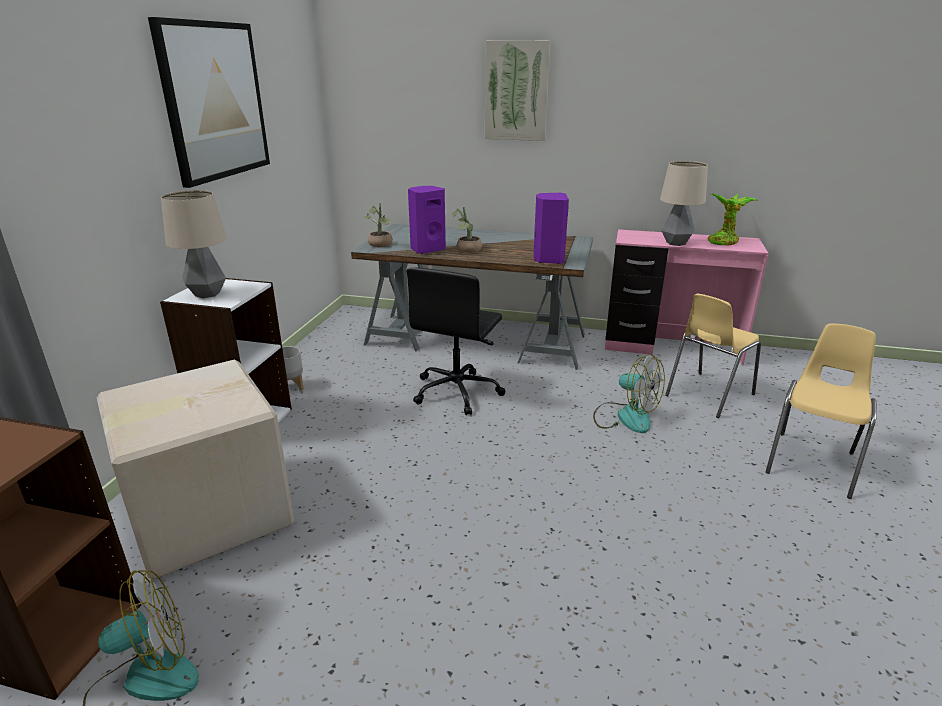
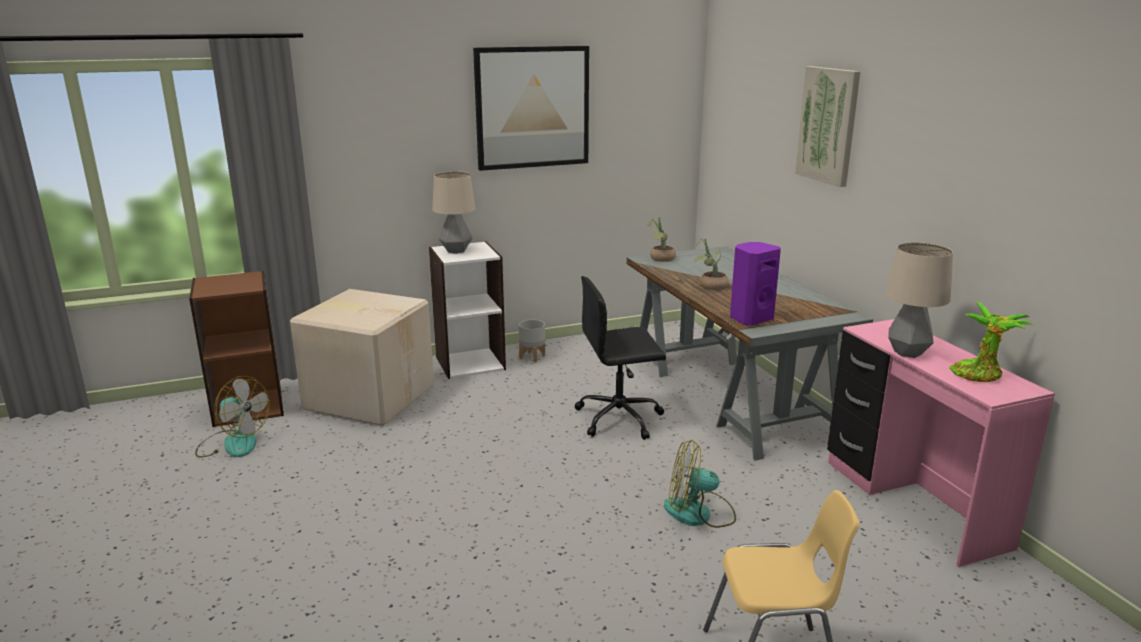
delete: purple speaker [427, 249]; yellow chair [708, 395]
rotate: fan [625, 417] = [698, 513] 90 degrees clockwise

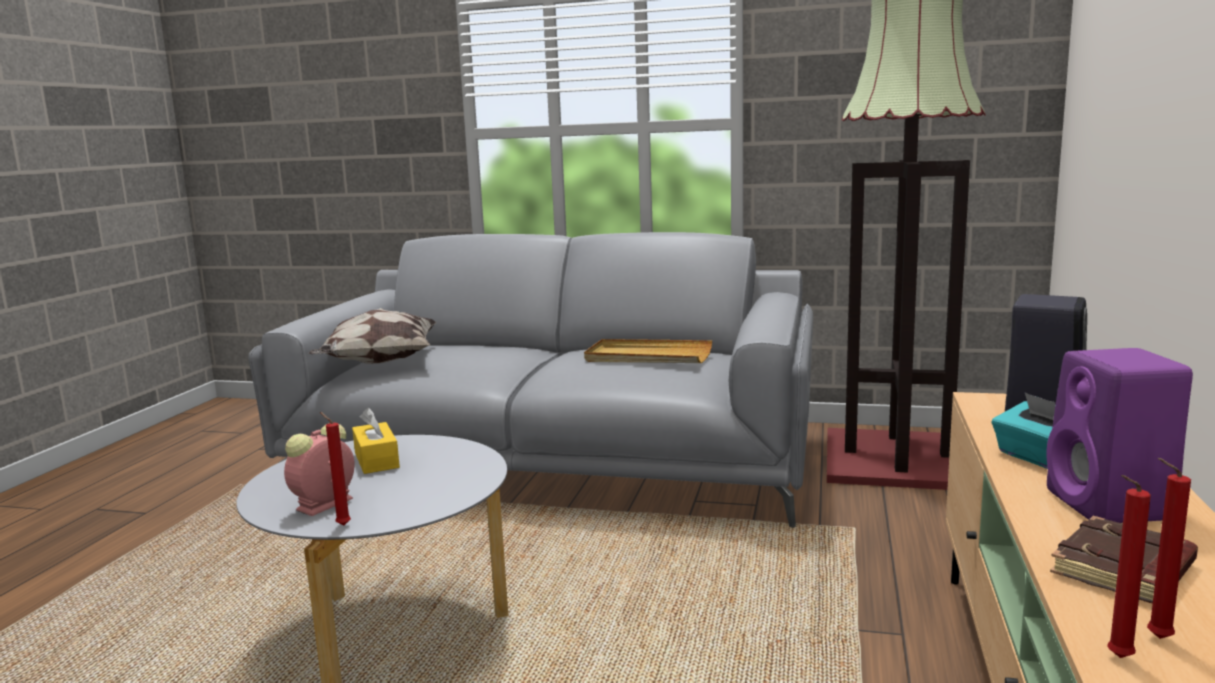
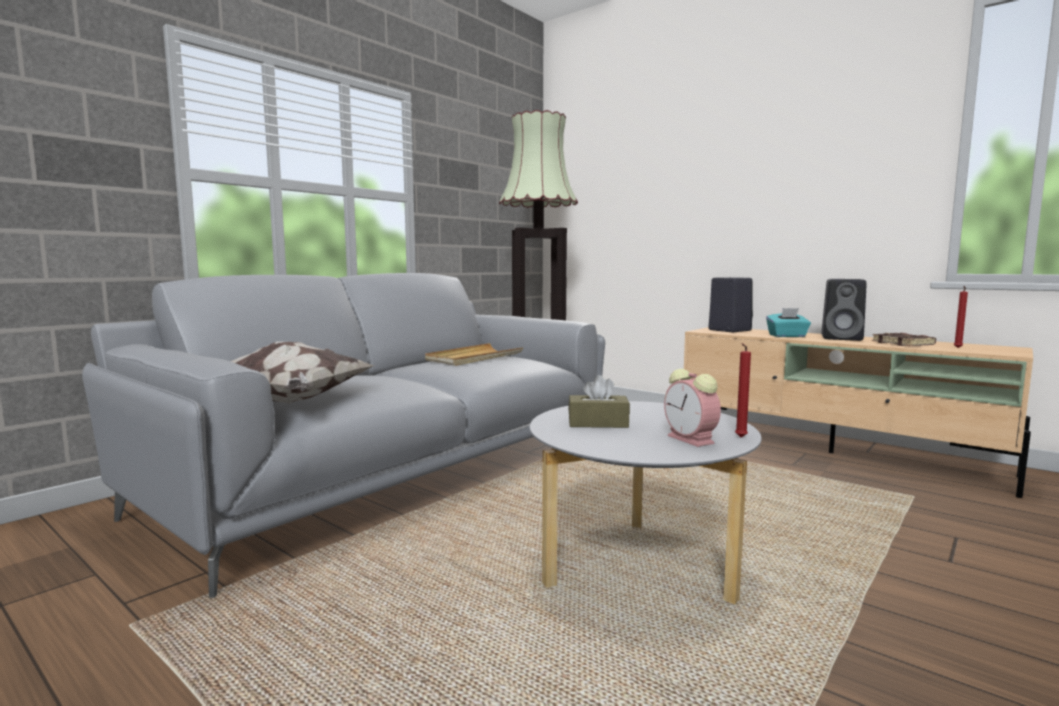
delete: red candle [1116, 658]
recolor: yellow tissue box [376, 460] to brown tissue box [598, 423]; purple speaker [1112, 506] to black speaker [843, 338]

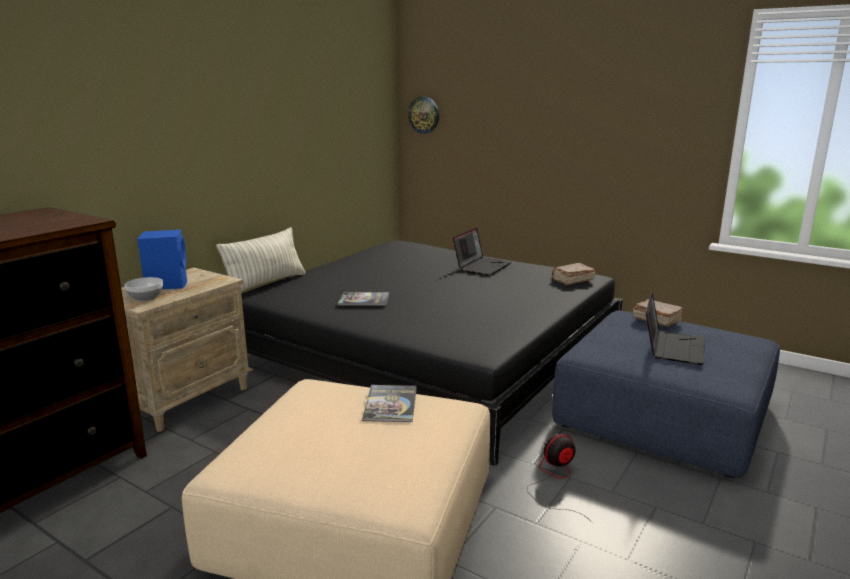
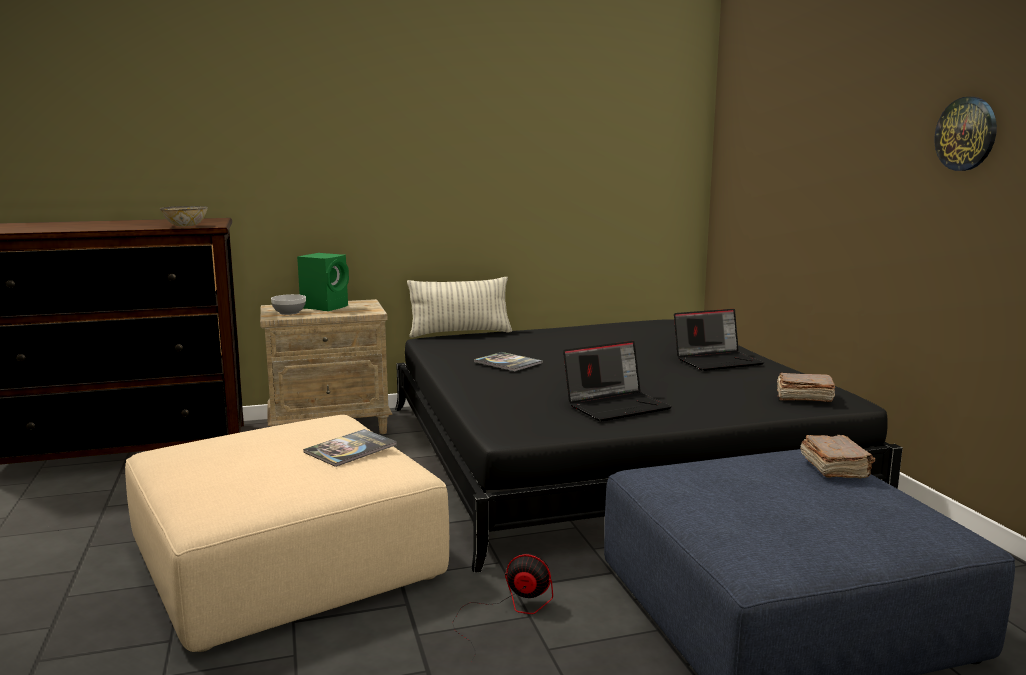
insert: bowl [185, 226]
move: laptop [672, 347] to [617, 405]; wall clock [424, 115] to [966, 134]
recolor: blue speaker [167, 284] to green speaker [326, 307]

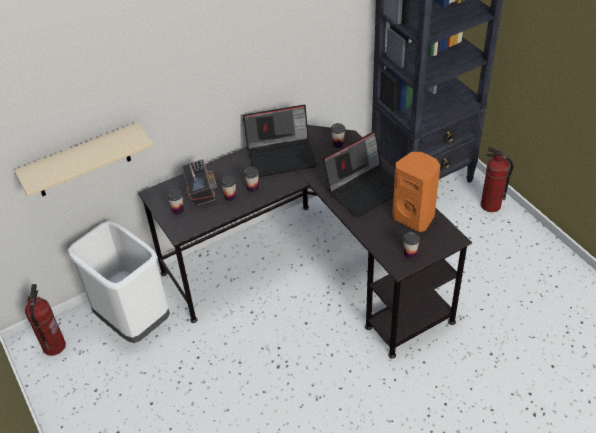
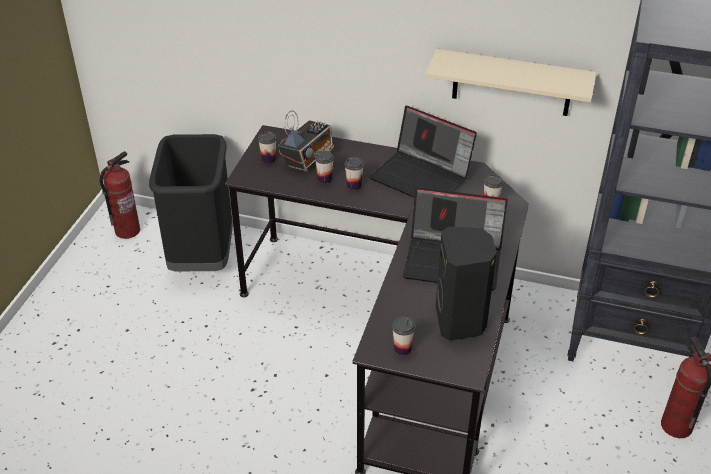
move: beige shelf [82, 161] to [512, 83]
recolor: white trash can [134, 320] to black trash can [202, 257]; orange speaker [414, 217] to black speaker [461, 321]

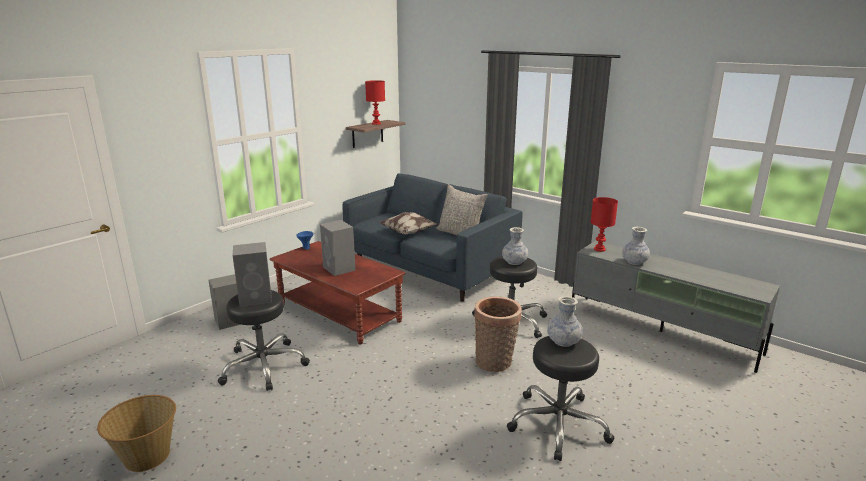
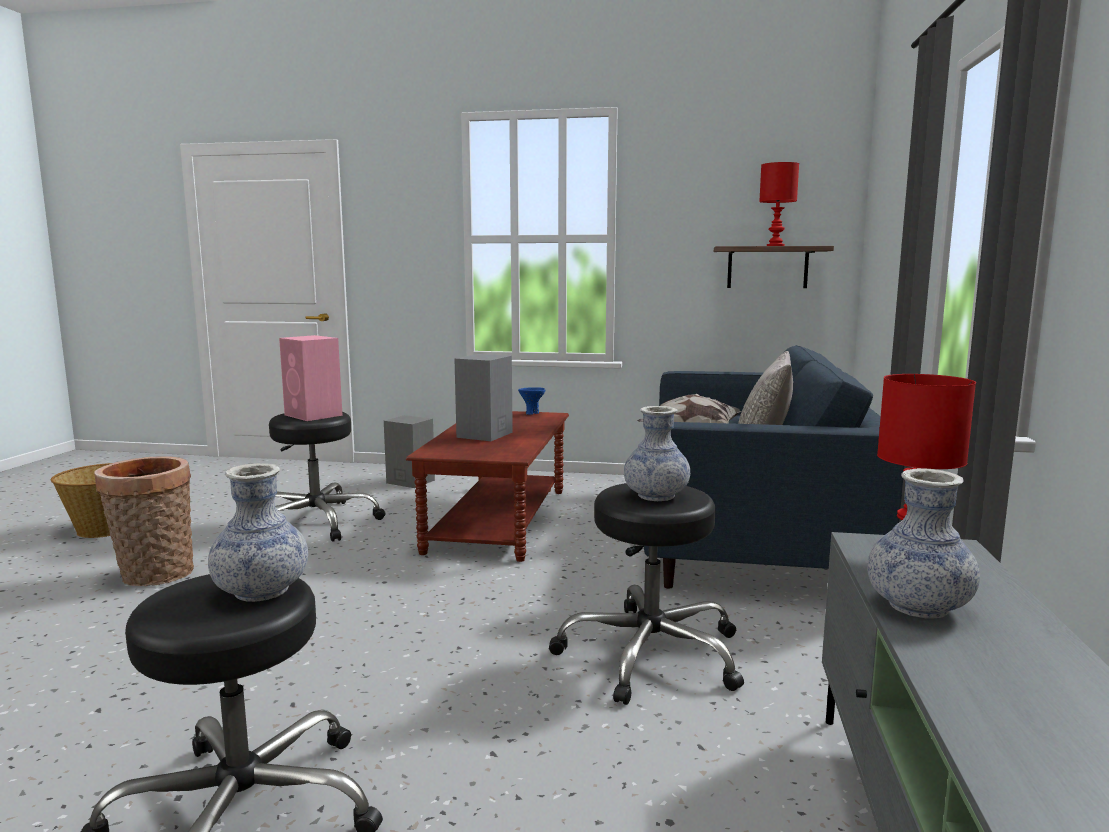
move: basket [495, 363] to [154, 576]
recolor: grey speaker [256, 298] to pink speaker [314, 415]

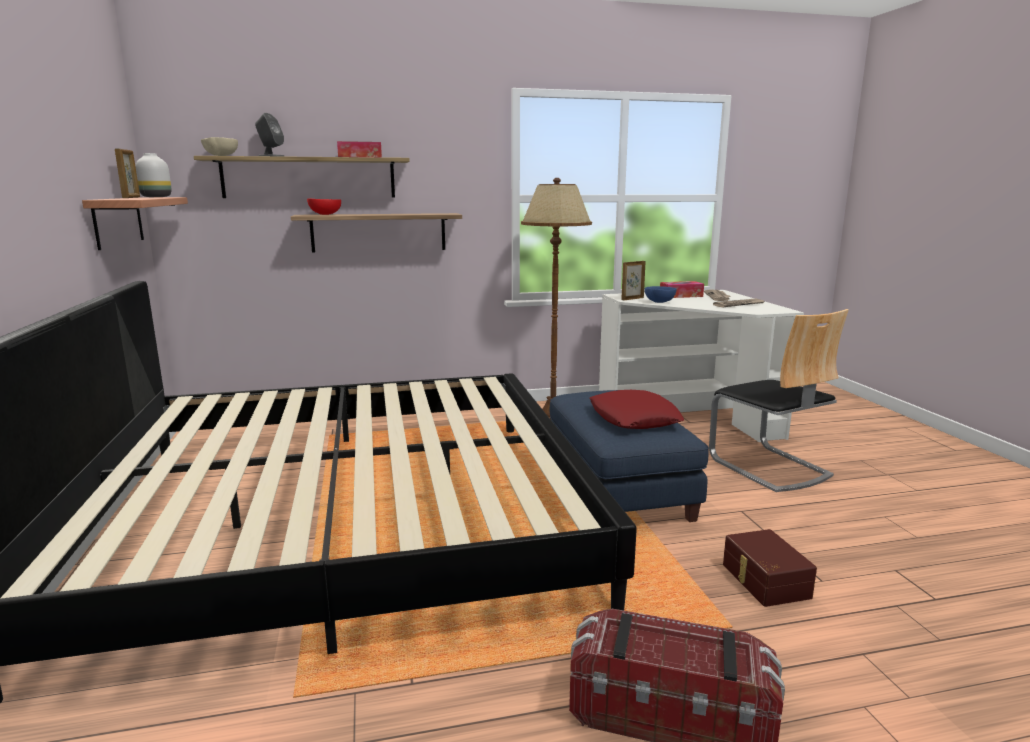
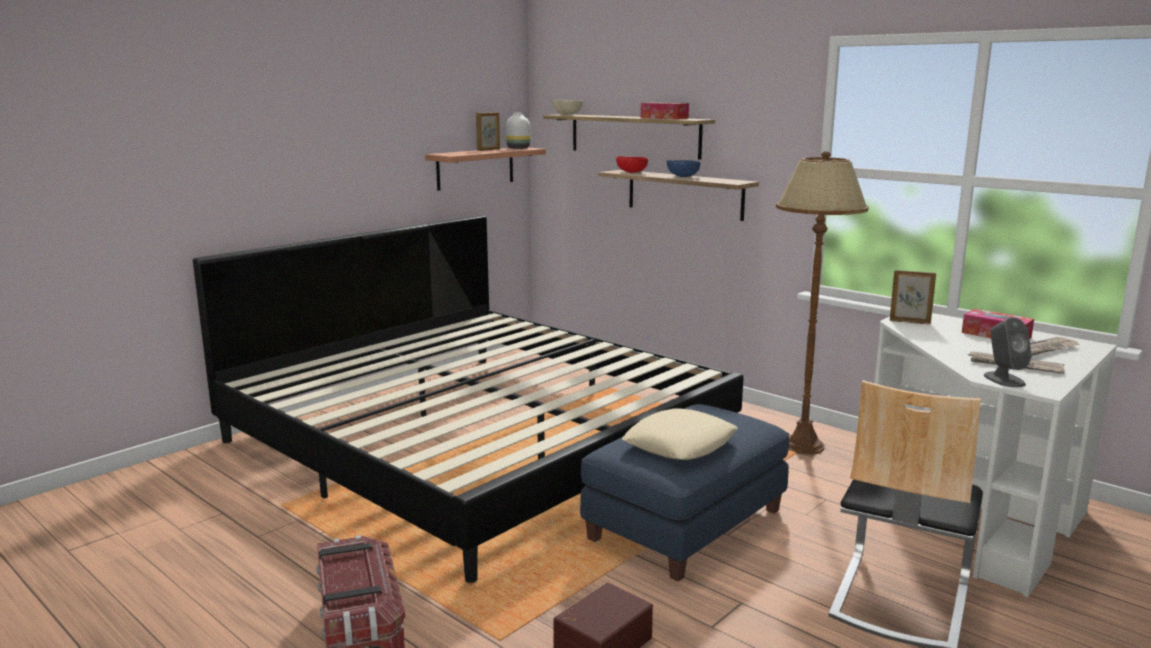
move: blue bowl [658, 302] to [682, 176]; grey speaker [271, 156] to [1003, 379]
recolor: red pillow [633, 418] to beige pillow [680, 444]

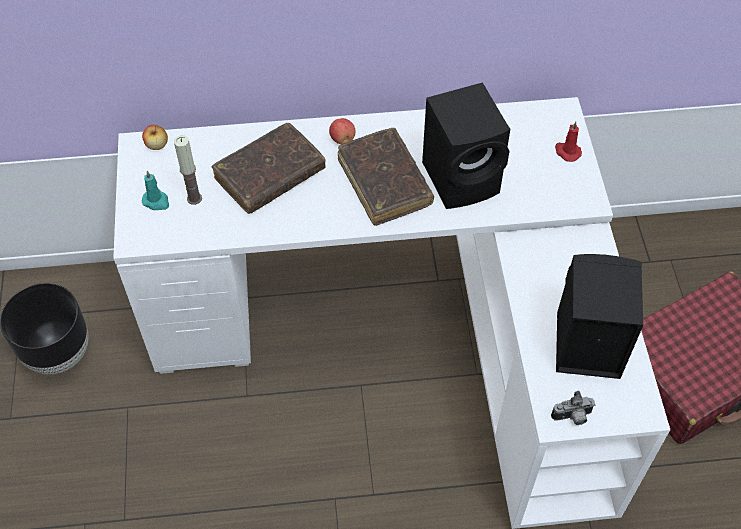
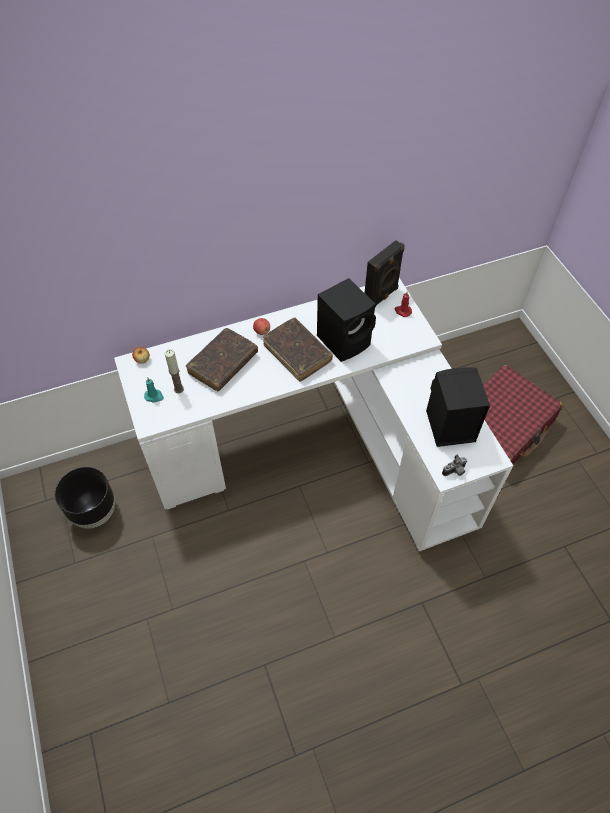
insert: black speaker [381, 297]

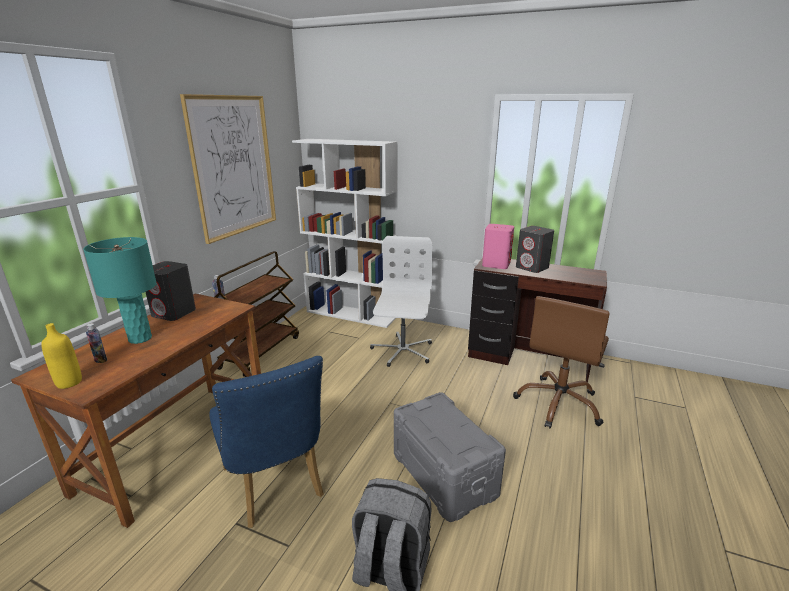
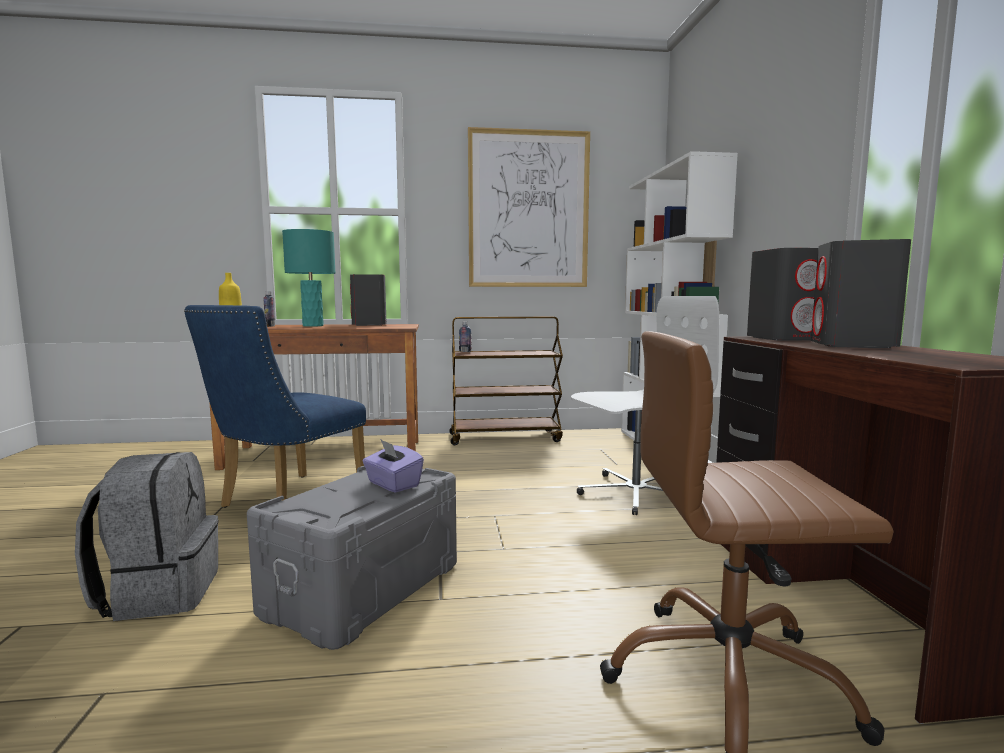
insert: purple tissue box [392, 484]
recolor: pink speaker [496, 264] to grey speaker [786, 338]

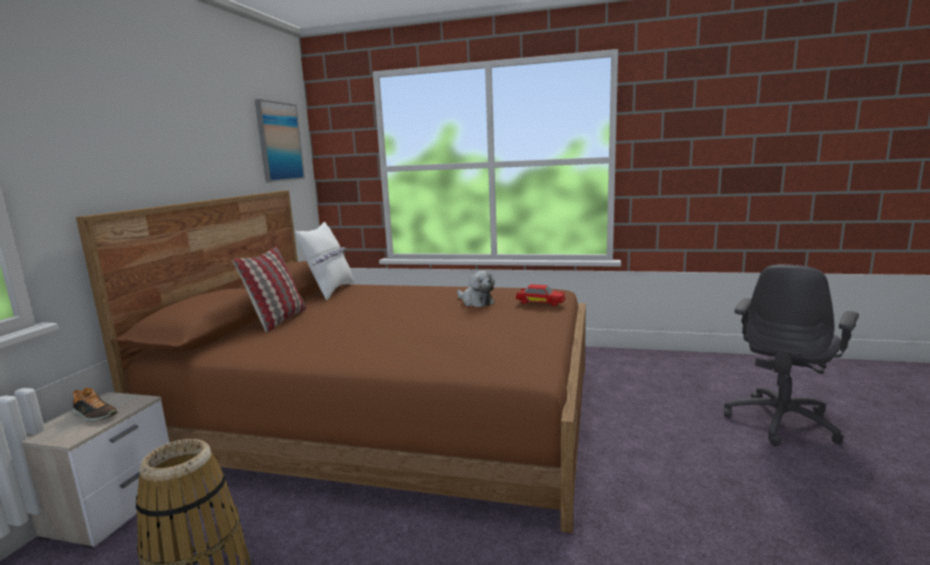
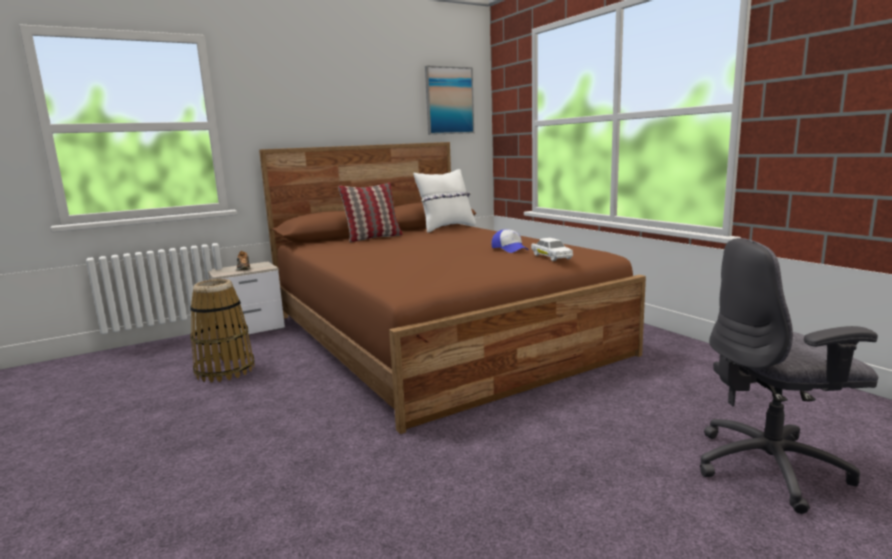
replace: plush toy [476, 302] to cap [510, 249]
recolor: red toy car [540, 302] to white toy car [551, 257]

